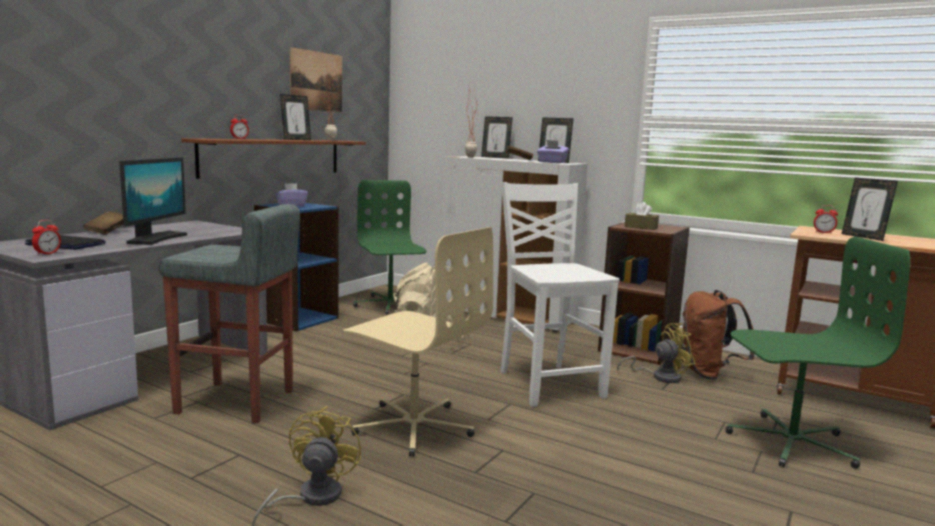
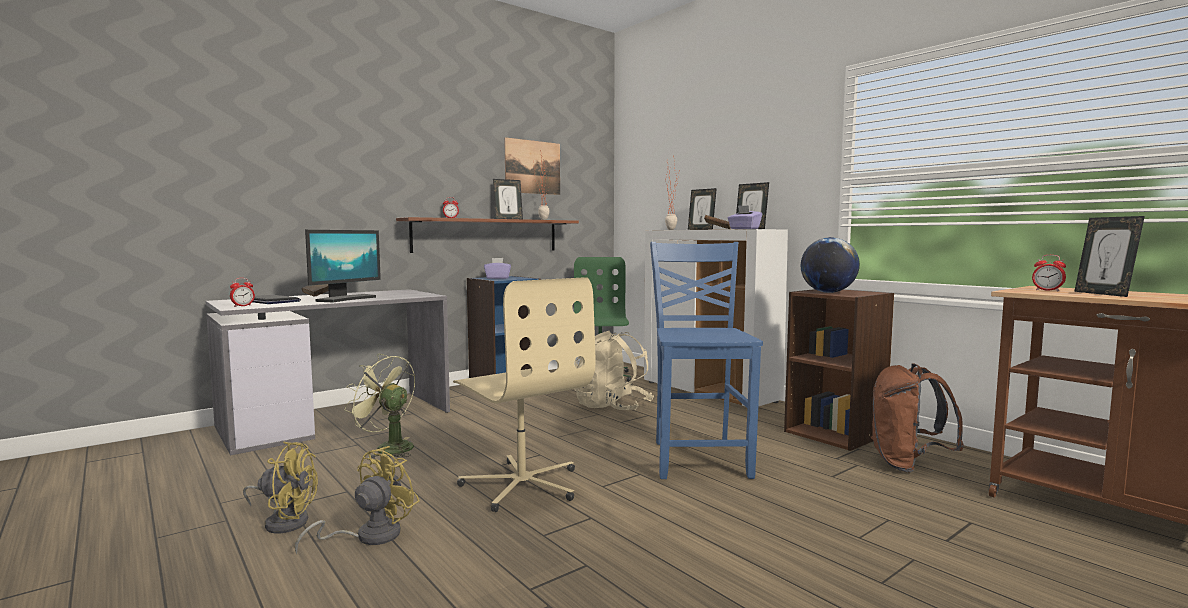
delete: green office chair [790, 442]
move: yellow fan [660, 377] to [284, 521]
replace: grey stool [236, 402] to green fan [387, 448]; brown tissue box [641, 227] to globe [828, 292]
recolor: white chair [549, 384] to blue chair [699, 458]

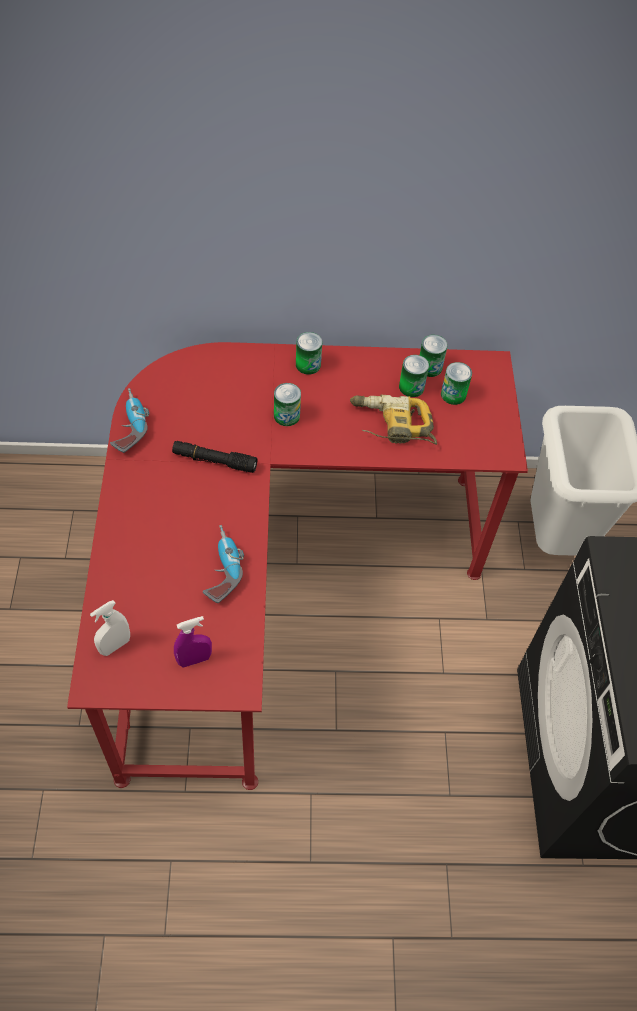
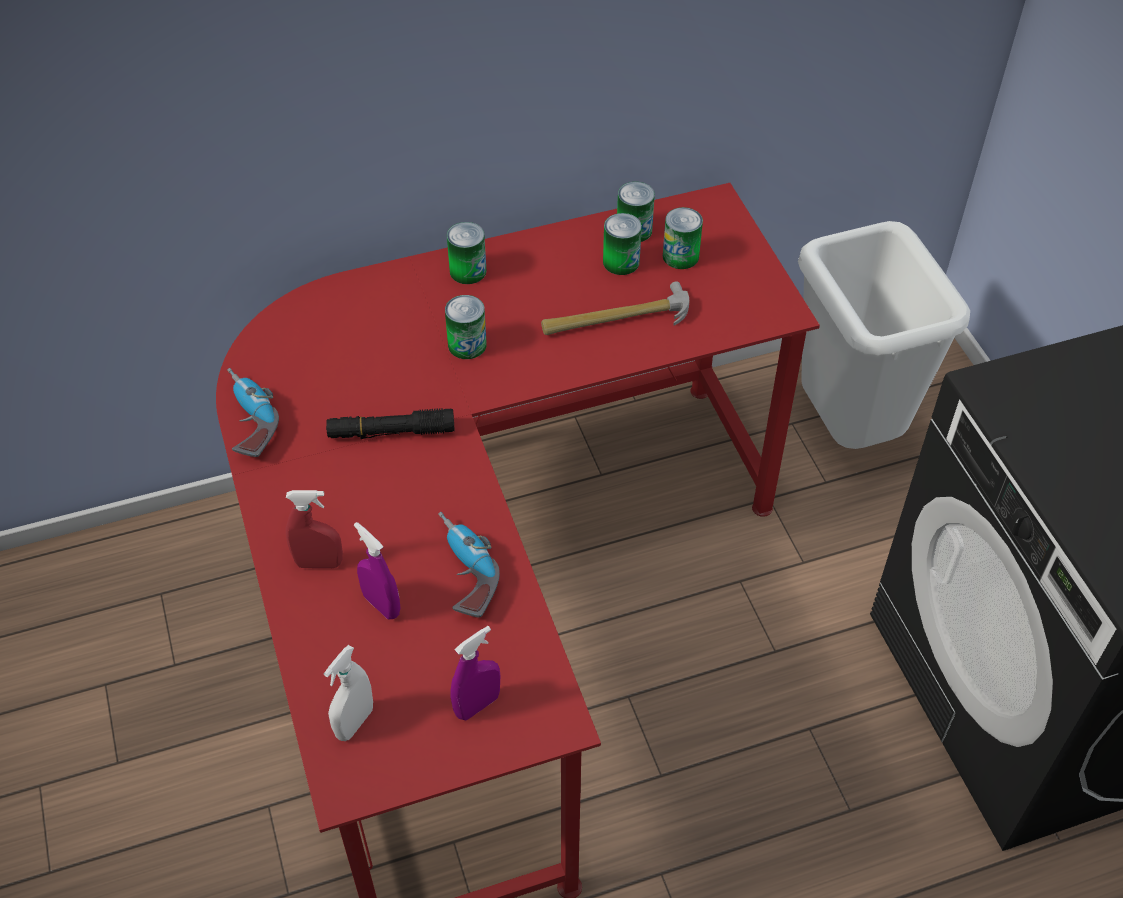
insert: red spray bottle [319, 563]; purple spray bottle [381, 605]
replace: power drill [391, 426] to hammer [616, 318]

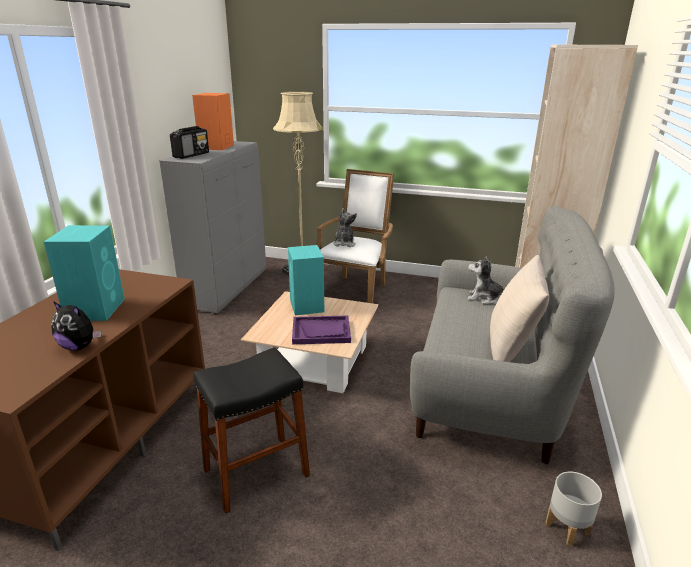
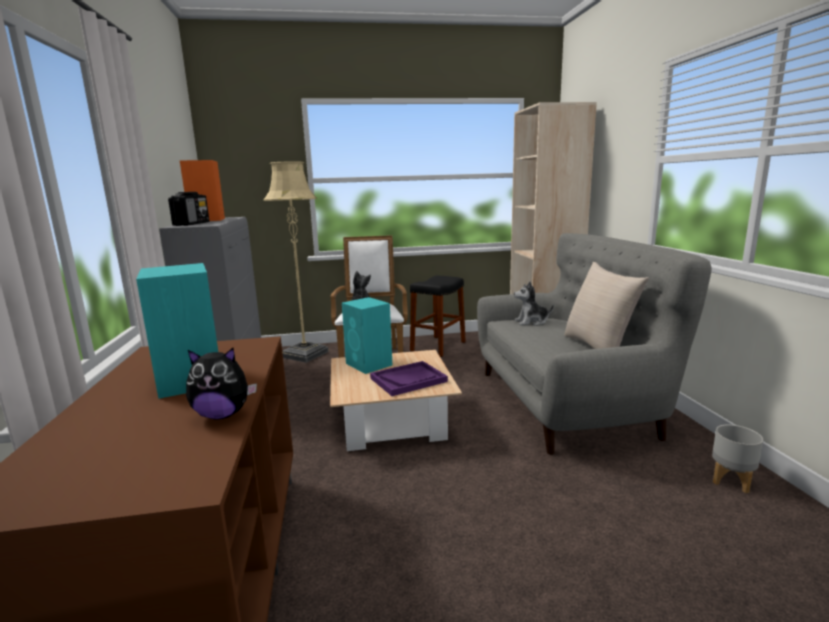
move: black stool [256, 472] to [438, 346]

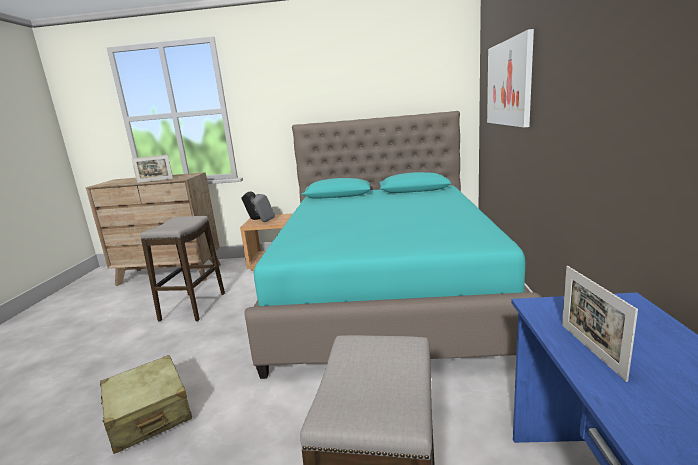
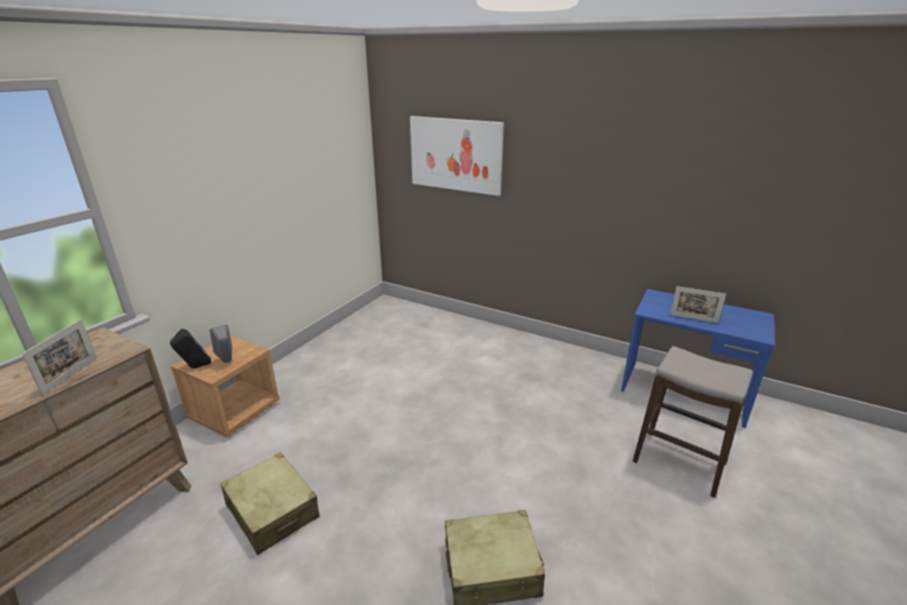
delete: turquoise bed [386, 293]
replace: stool [193, 307] to beige suitcase [272, 511]

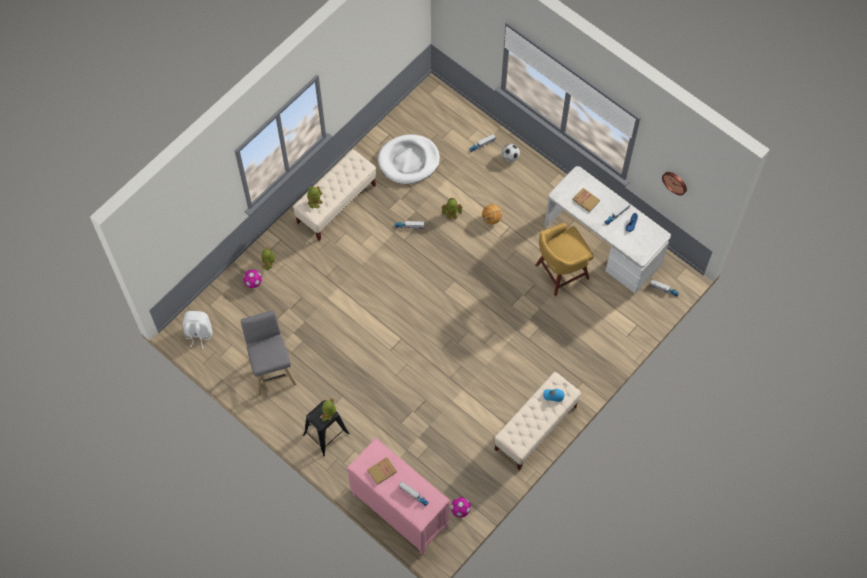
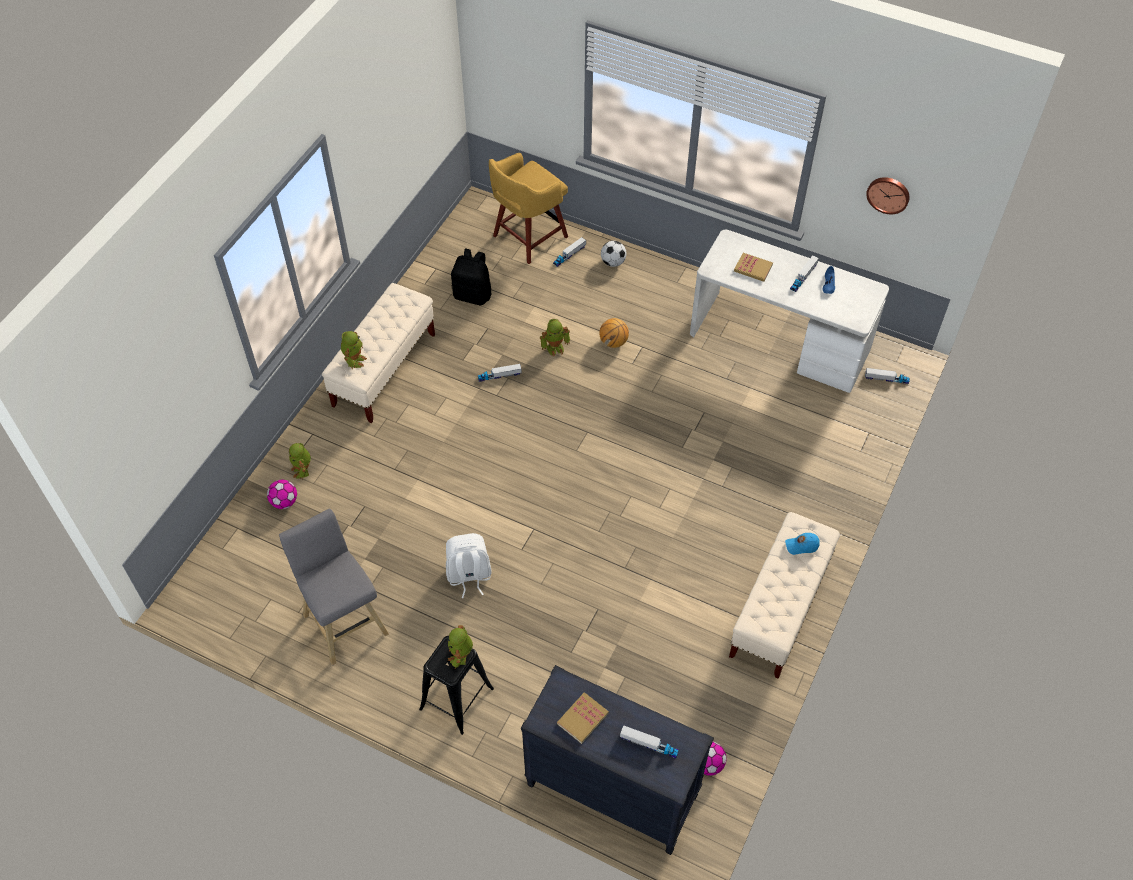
move: white backpack [198, 334] to [468, 576]; yellow stool [560, 272] to [528, 237]
replace: white dog bed [408, 161] to black backpack [473, 295]
recolor: pink dresser [399, 511] to black dresser [611, 791]

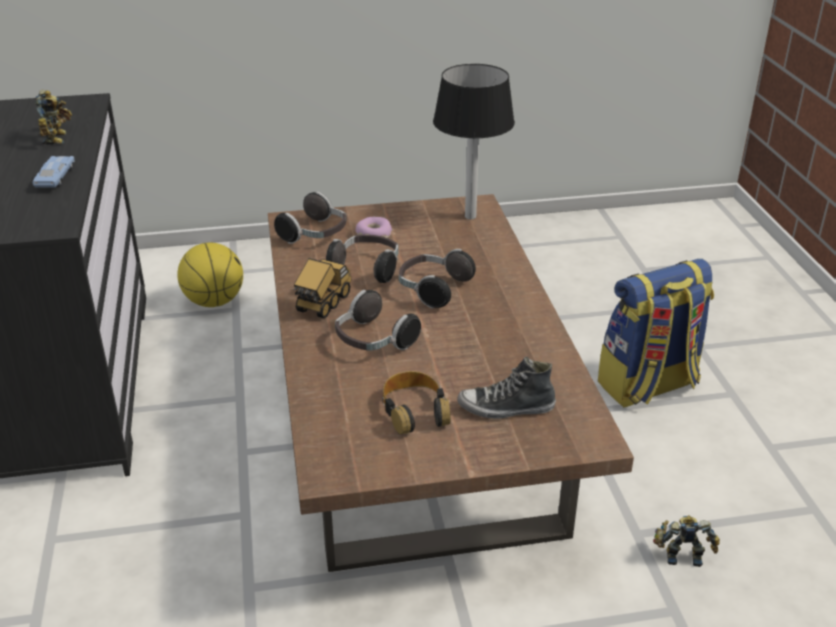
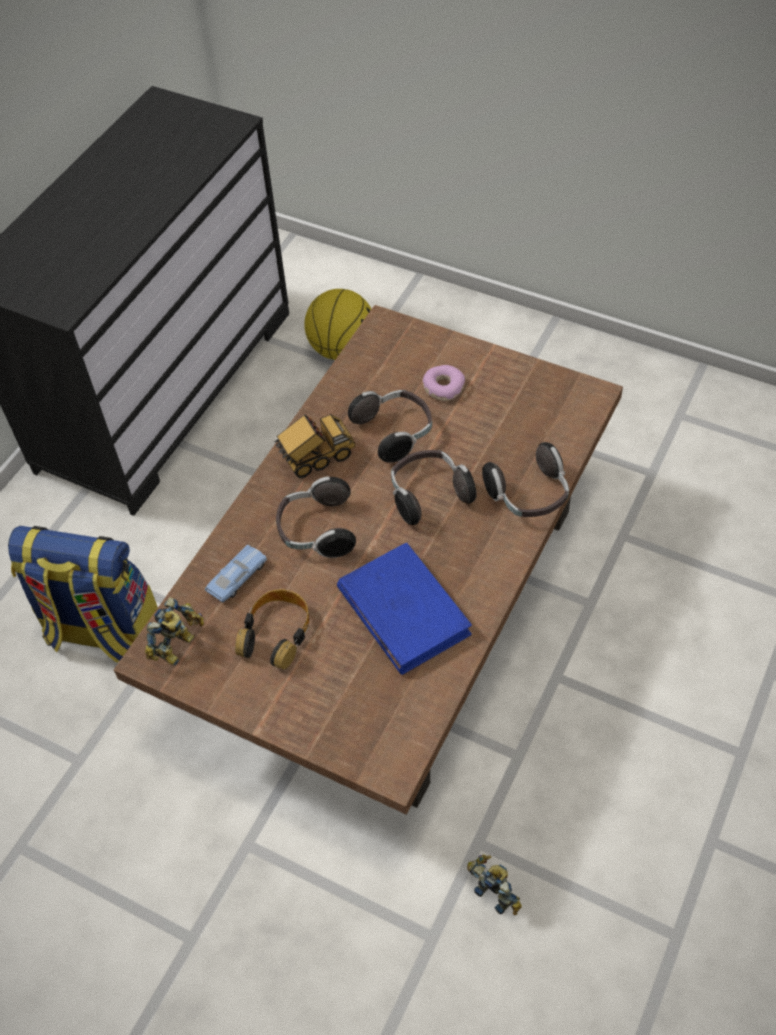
delete: table lamp [471, 216]; shoe [506, 408]
insert: blue book [403, 611]
move: backpack [648, 386] to [101, 630]; toy robot [58, 138] to [179, 646]; blue toy car [55, 178] to [238, 577]; headphones [315, 235] to [529, 496]

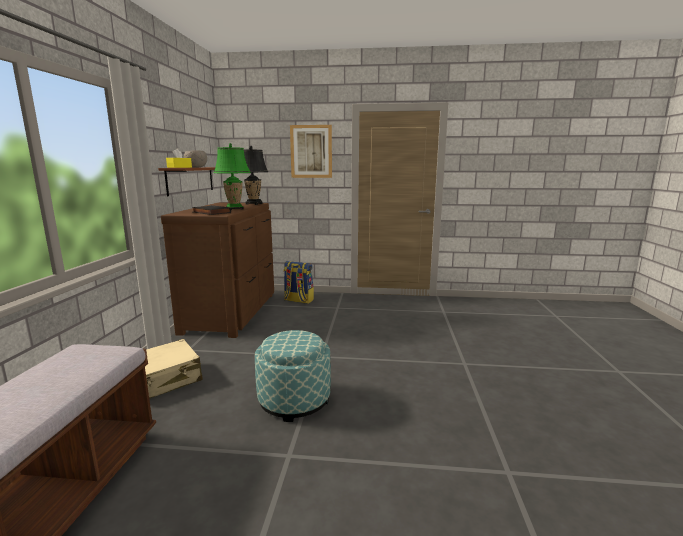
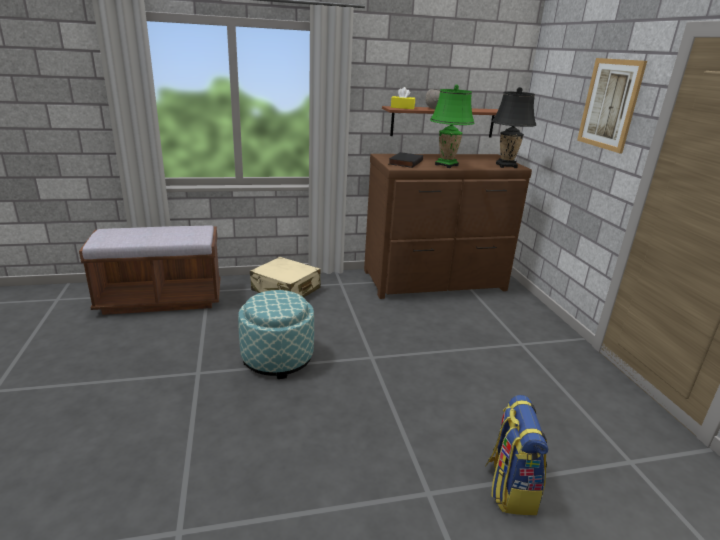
move: backpack [298, 300] to [510, 487]

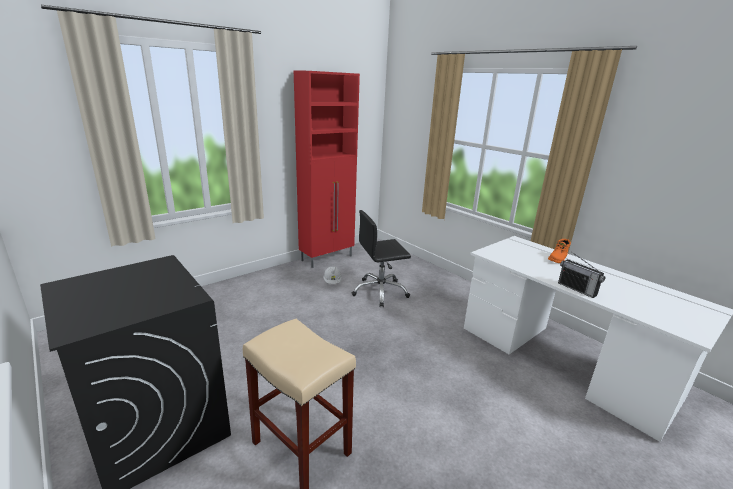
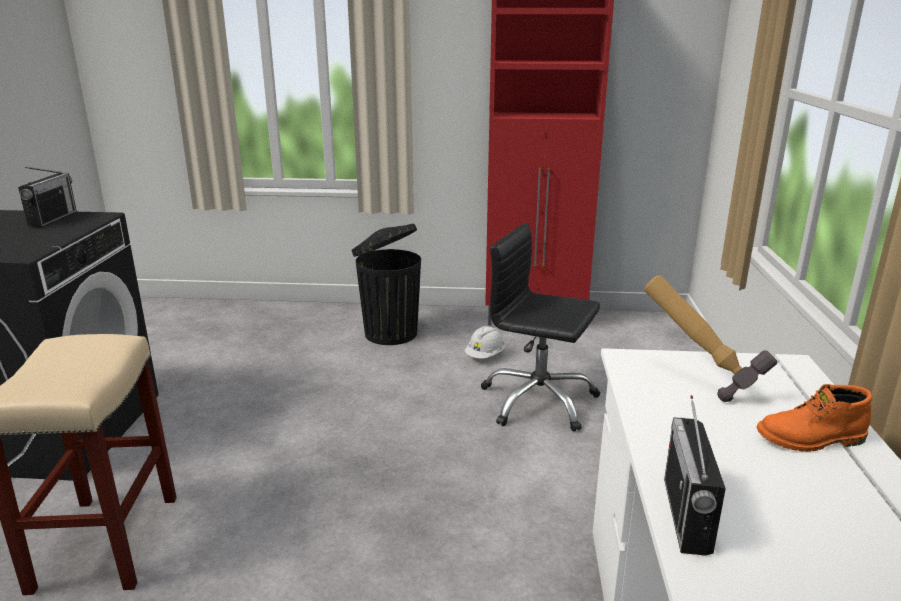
insert: radio [53, 219]; black trash can [389, 333]; hammer [699, 381]

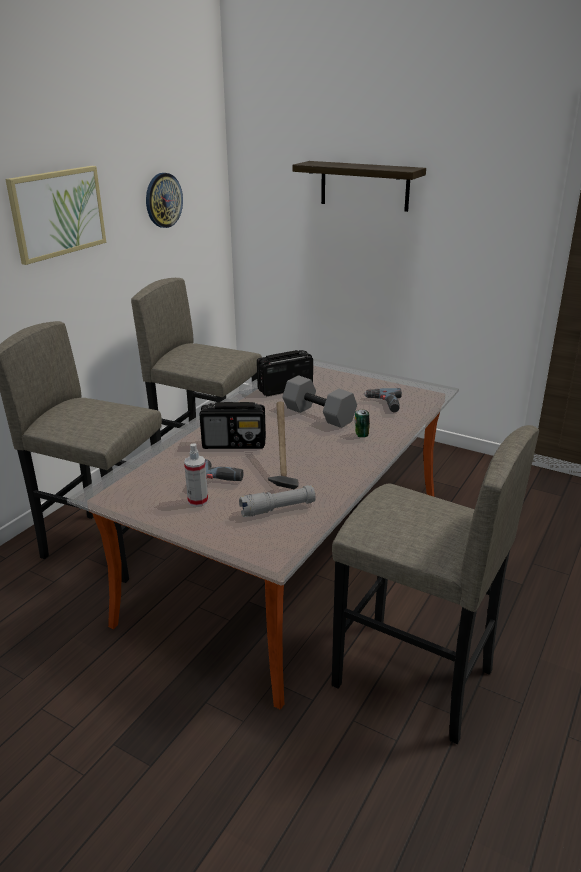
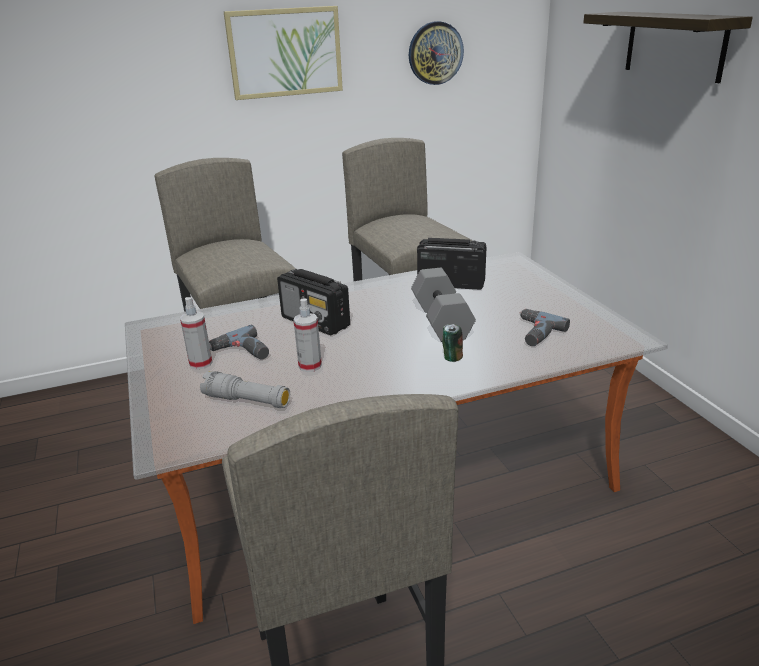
replace: hammer [281, 472] to spray bottle [310, 366]

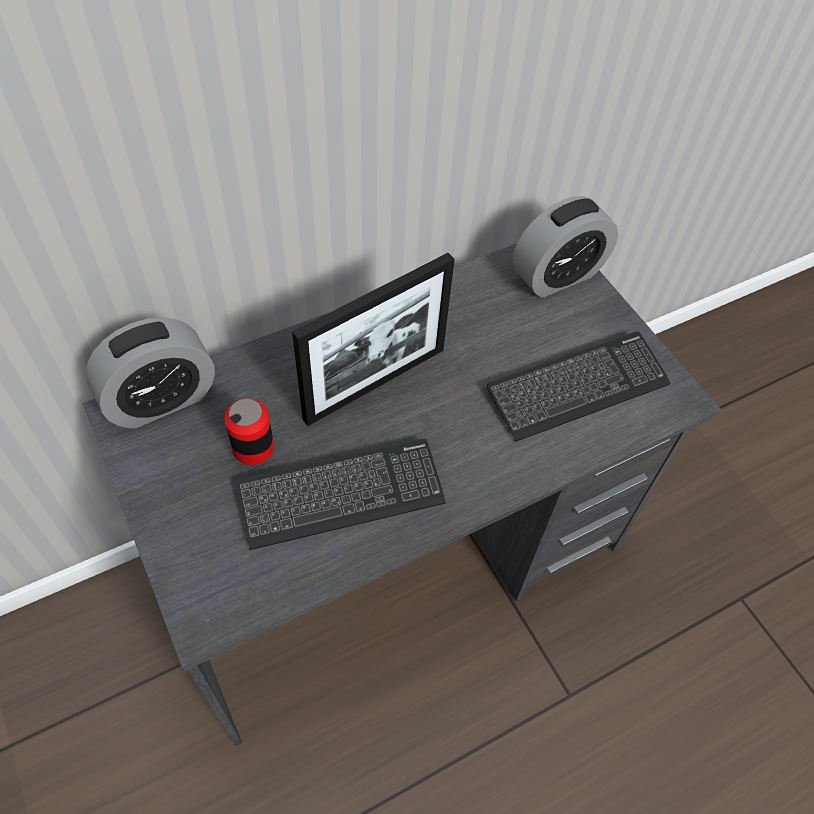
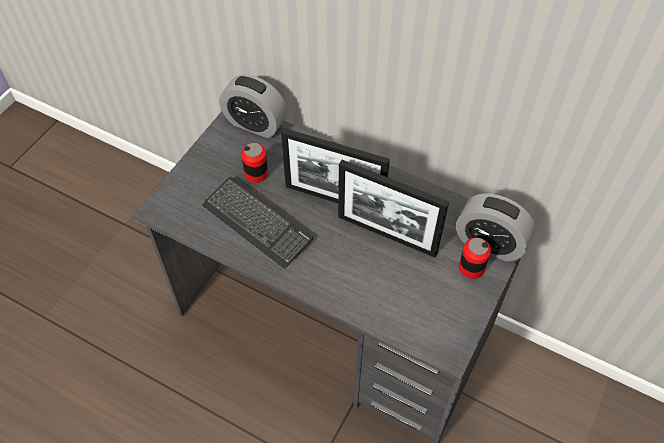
delete: keyboard [577, 387]
insert: picture frame [387, 234]; can [471, 268]

